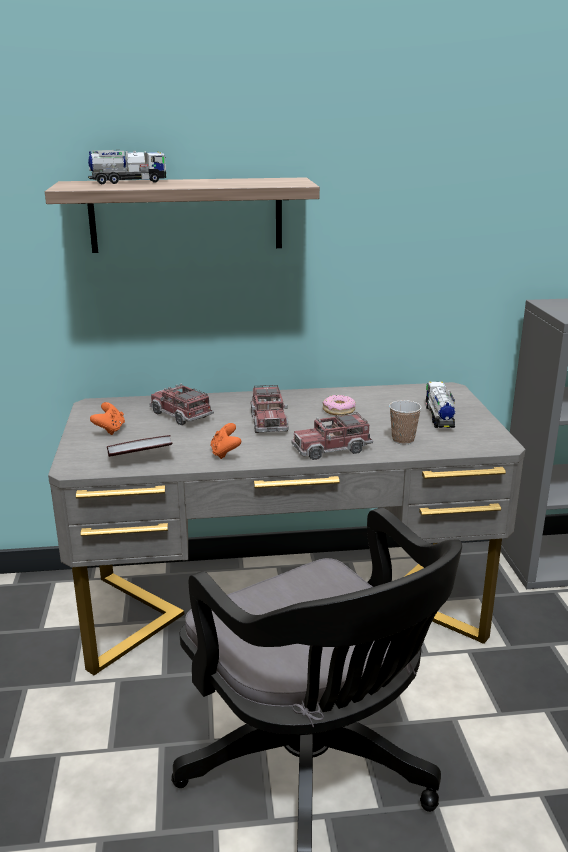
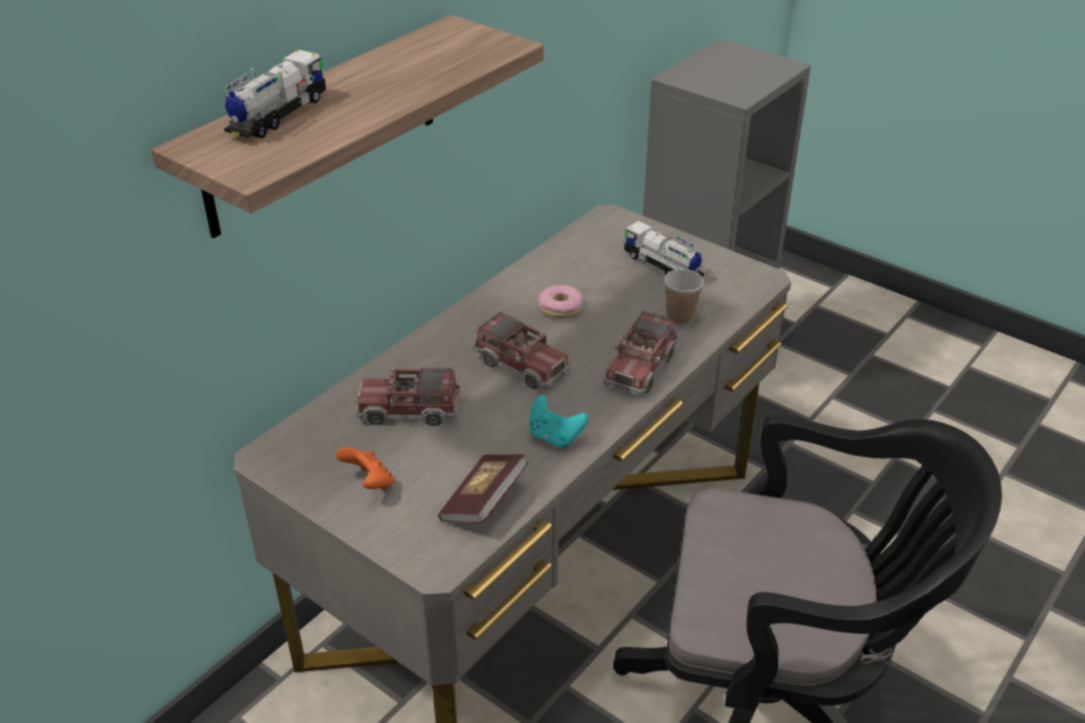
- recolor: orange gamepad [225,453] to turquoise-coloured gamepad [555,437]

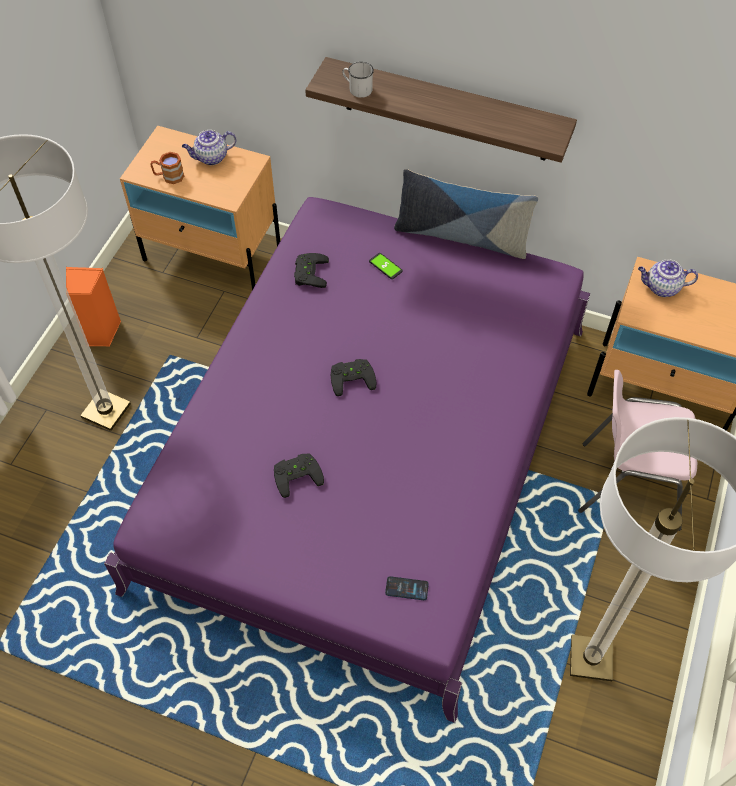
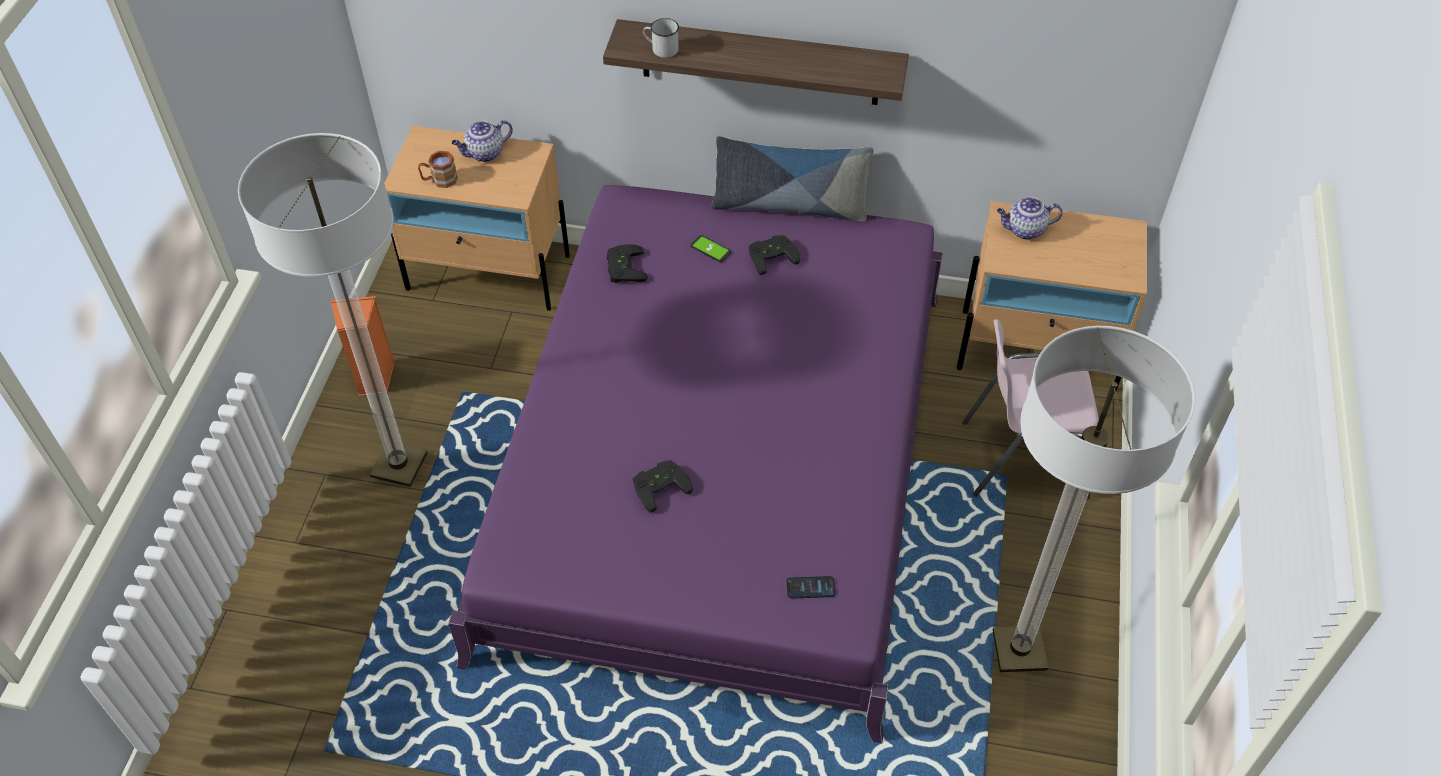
- move: black-coloured gamepad [352,377] to [771,255]

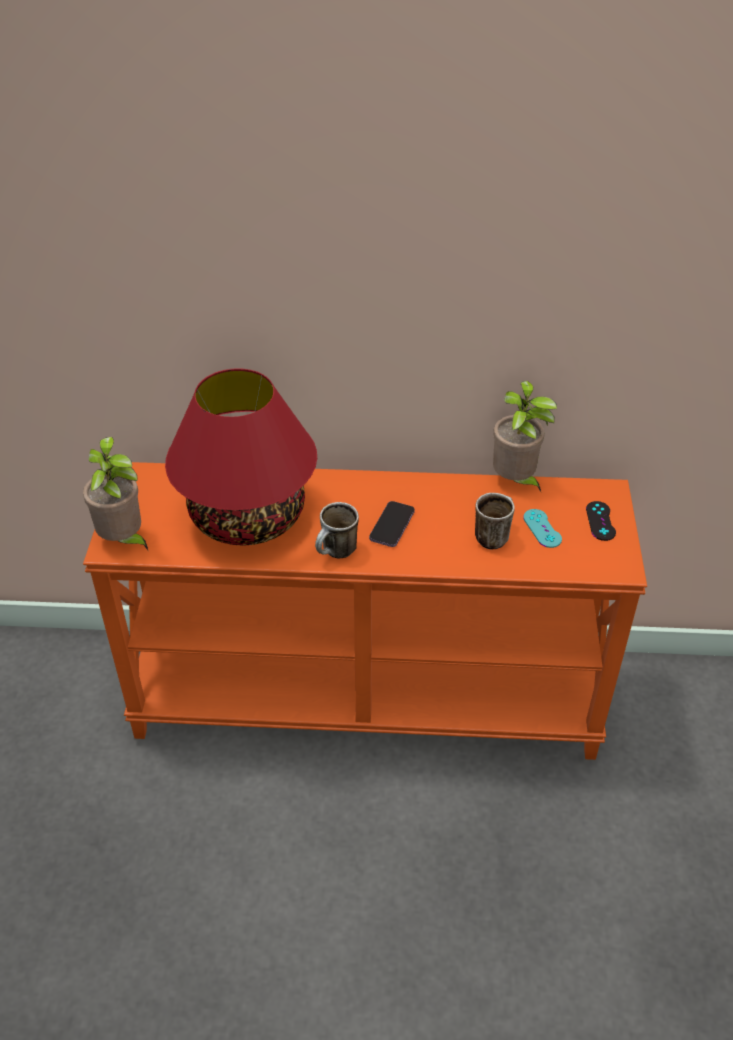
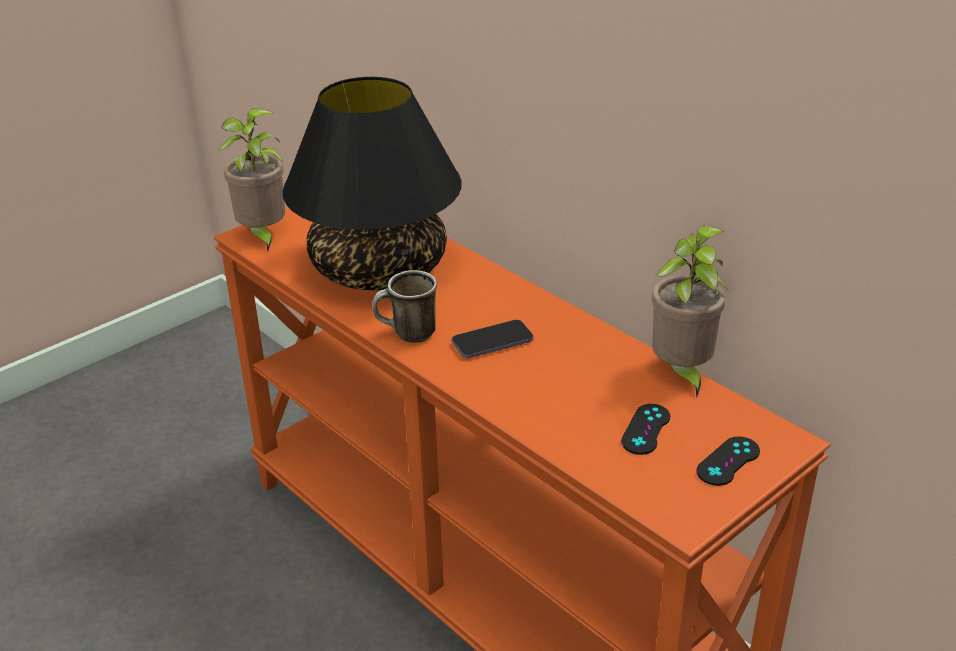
- recolor: red-coloured table lamp [247,518] to black-coloured table lamp [377,269]
- delete: tea mug [493,535]
- recolor: turquoise-coloured gamepad [542,528] to black-coloured gamepad [646,429]

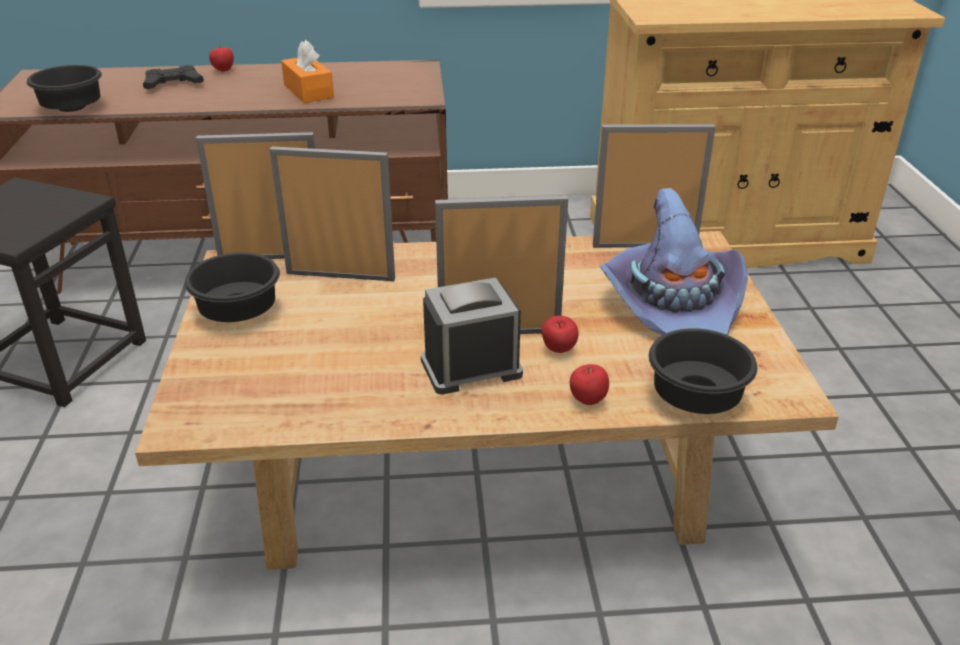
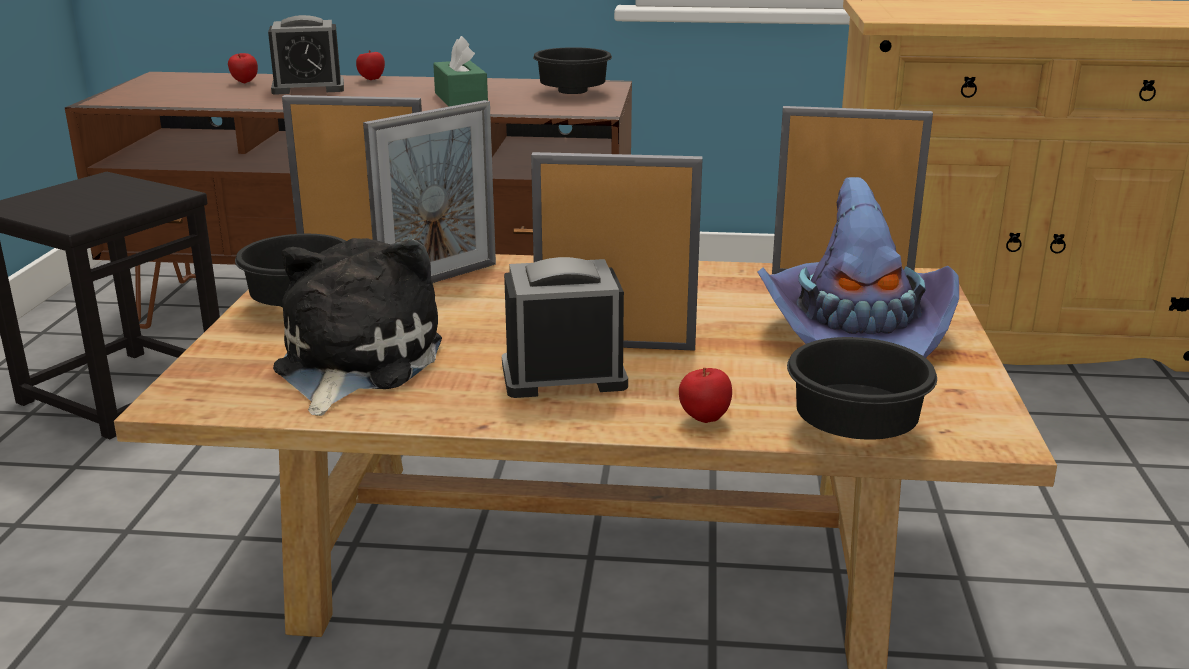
- move: black-coloured bowl [71,109] to [571,93]
- replace: black-coloured gamepad [173,84] to table clock [308,88]
- rotate: standing frame [340,276] = [438,279] 120 degrees clockwise
- recolor: orange tissue box [308,91] to greenish tissue box [461,99]
- move: apple [558,351] to [244,83]
- insert: cuddly toy [352,363]

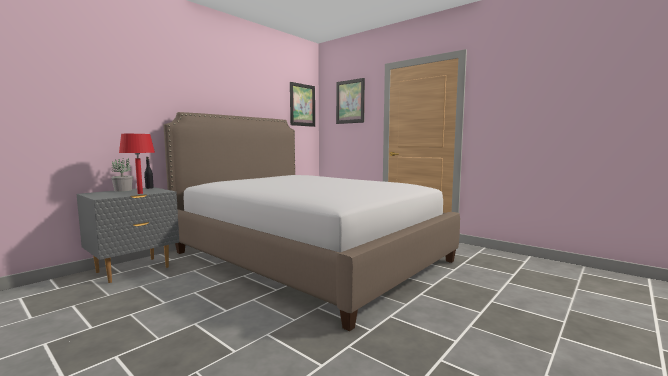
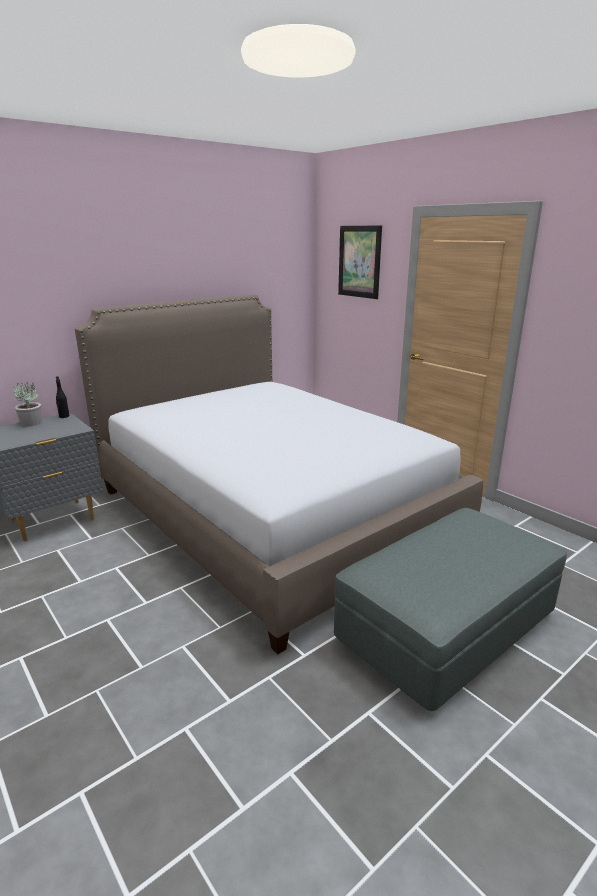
- delete: red-coloured table lamp [140,193]
- delete: picture [302,105]
- insert: greyish ottoman [446,627]

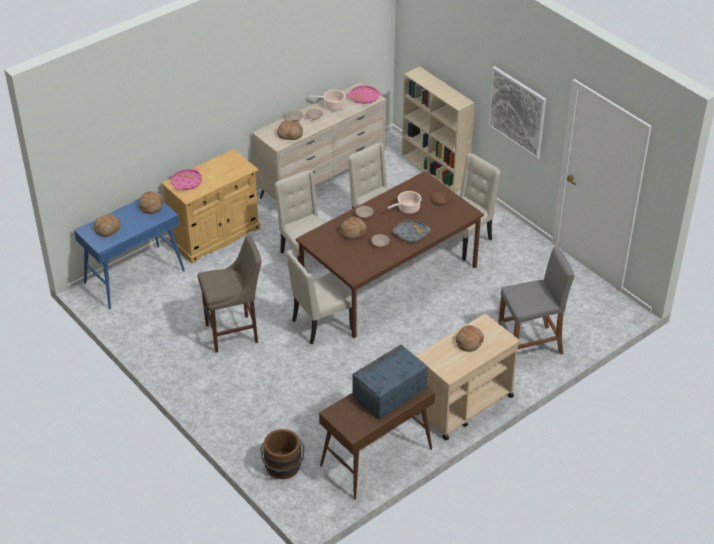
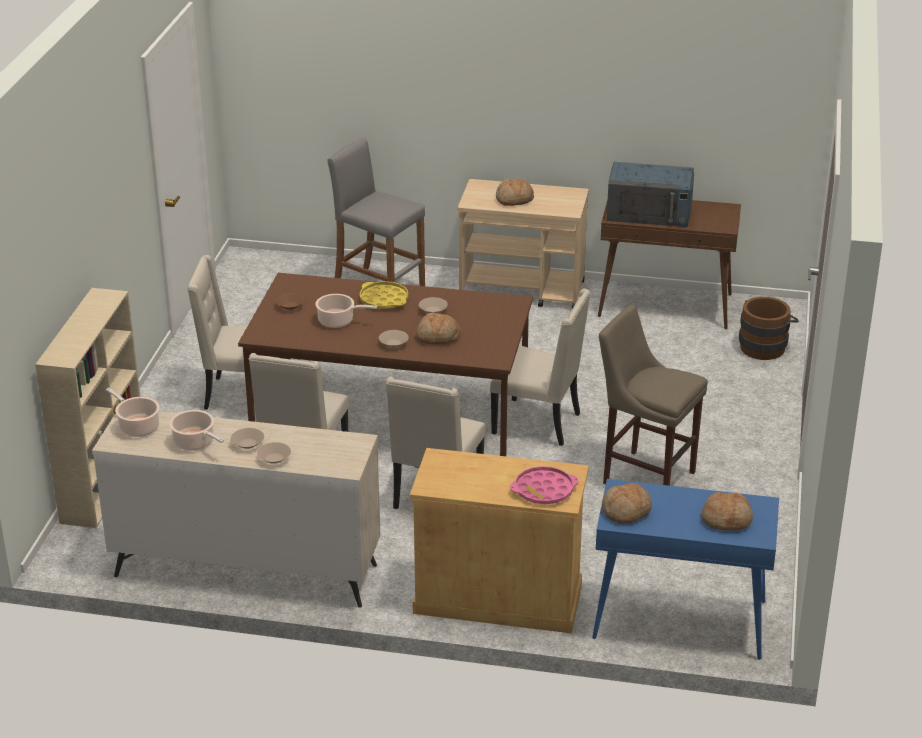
- delete: baked bread [290,134]
- replace: pink tray [364,97] to cooking pot [137,426]
- recolor: greyish tray [411,233] to yellowish tray [384,300]
- delete: picture [517,112]

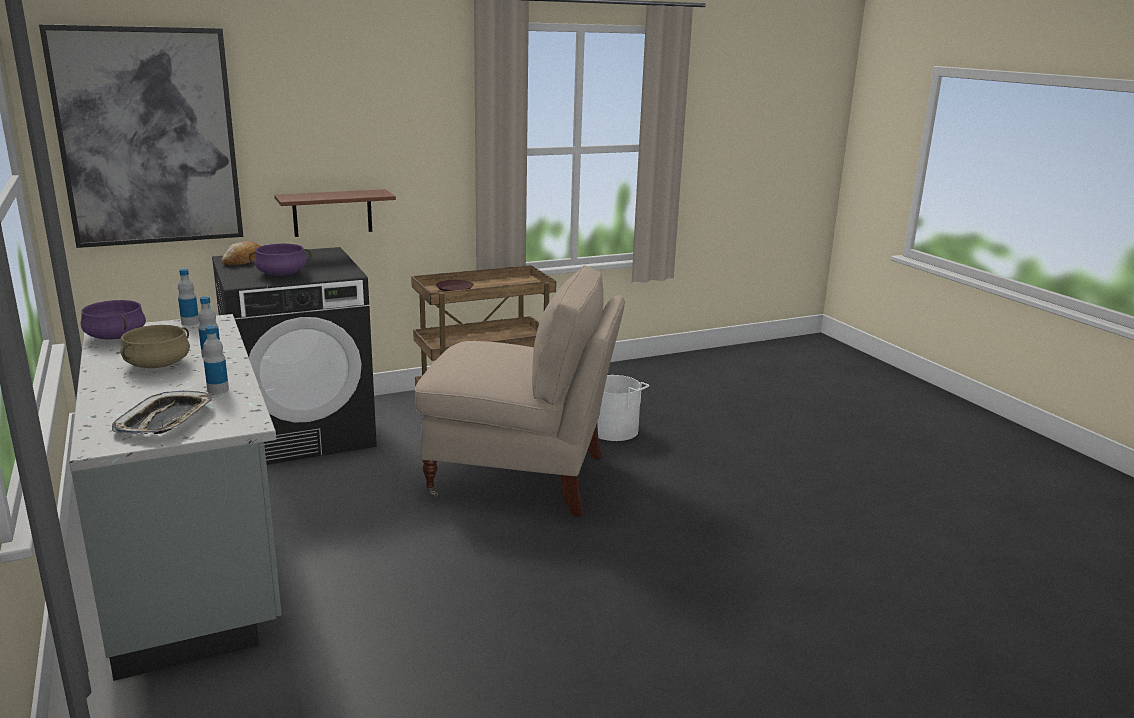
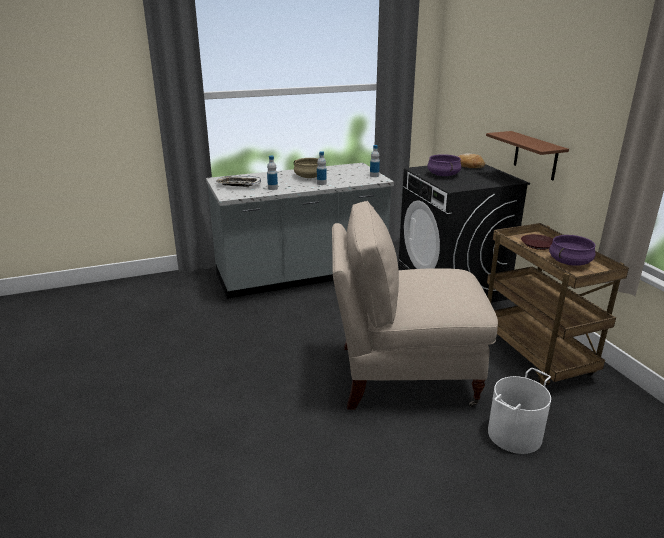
- delete: picture [148,137]
- move: purple-coloured cooking pot [116,336] to [570,262]
- rotate: beige-coloured upright chair [521,476] = [403,374] 75 degrees clockwise

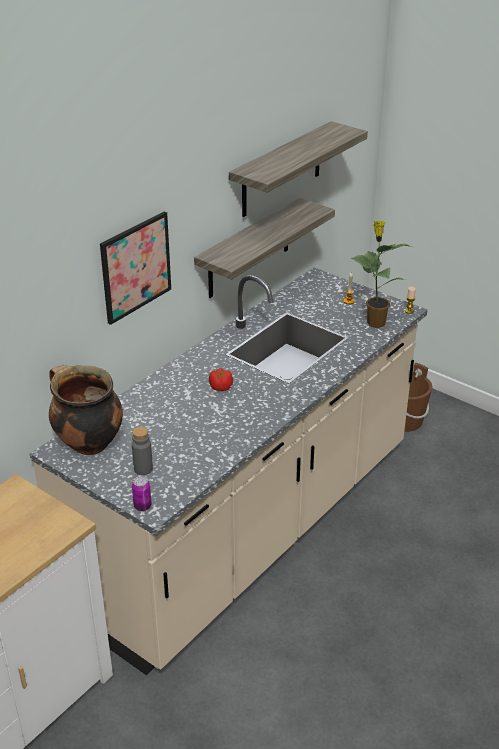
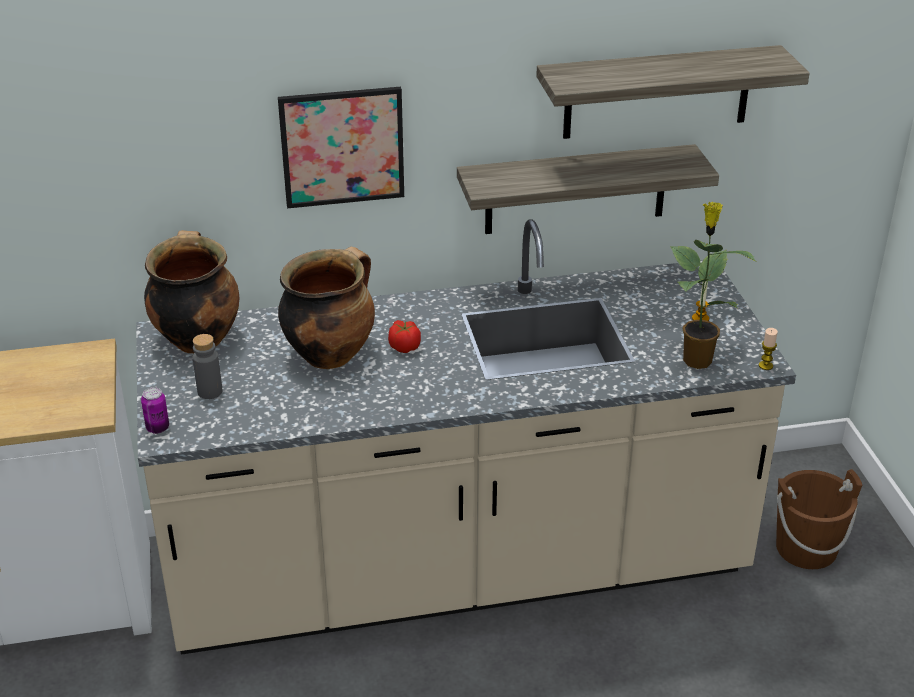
- insert: cooking pot [330,354]

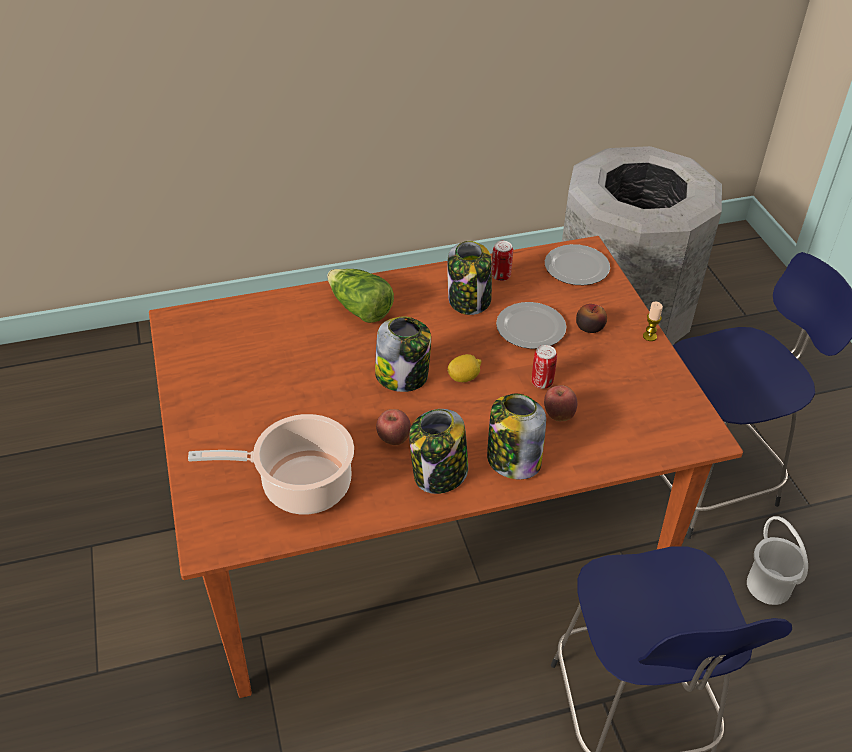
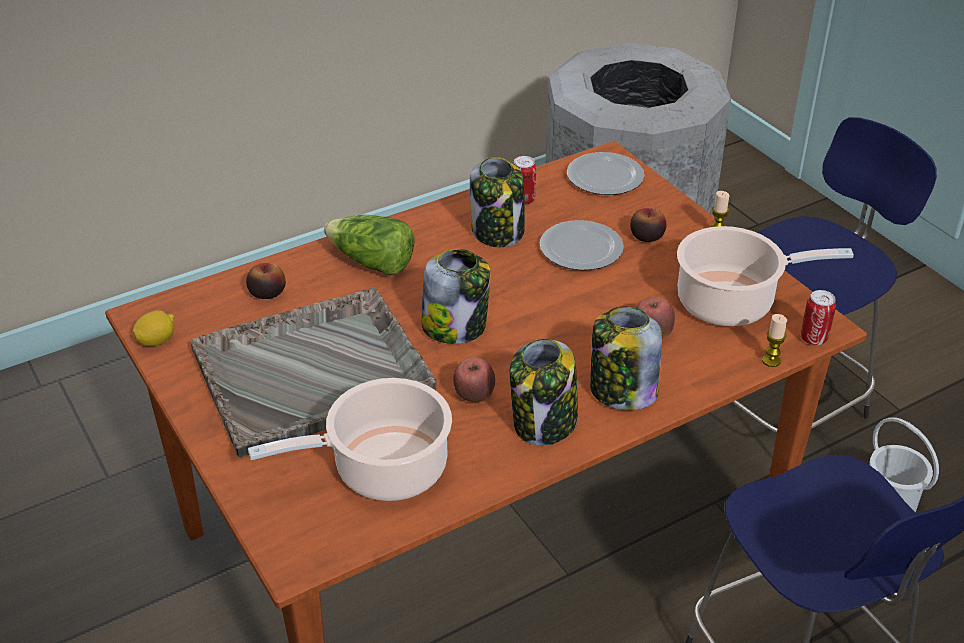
- move: citrus fruit [464,377] to [157,340]
- move: metal can [542,382] to [813,338]
- insert: greyish tray [314,372]
- insert: apple [267,292]
- insert: cooking pot [732,302]
- insert: candle [771,360]

